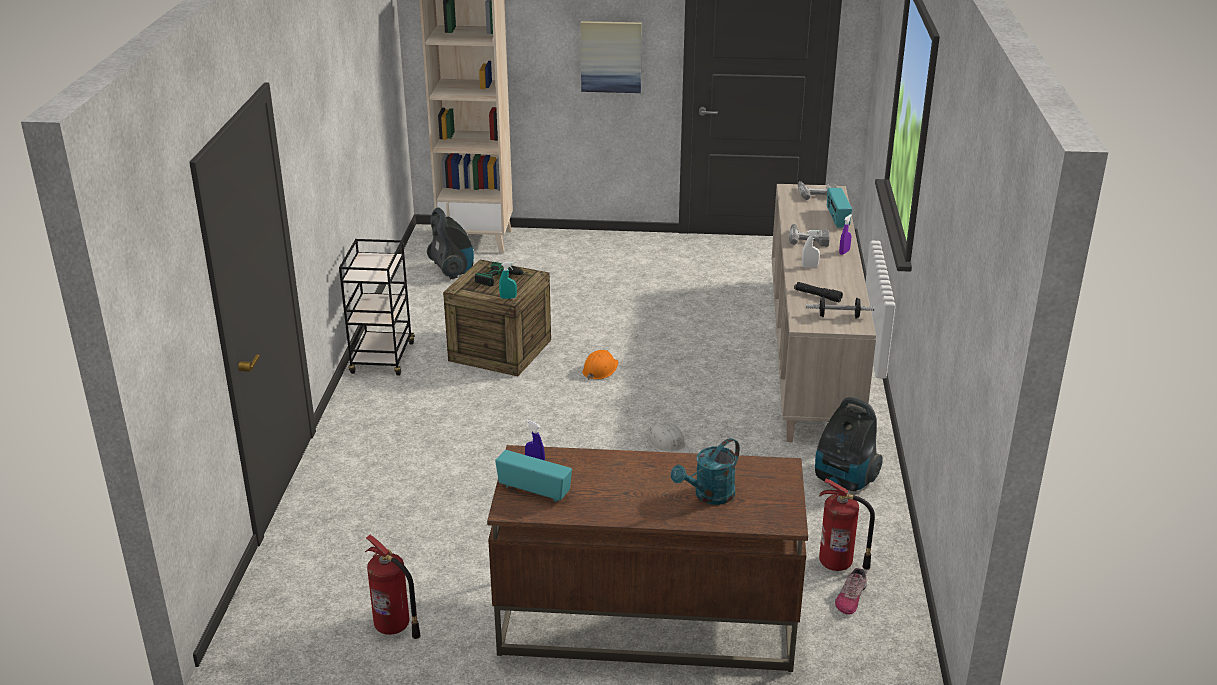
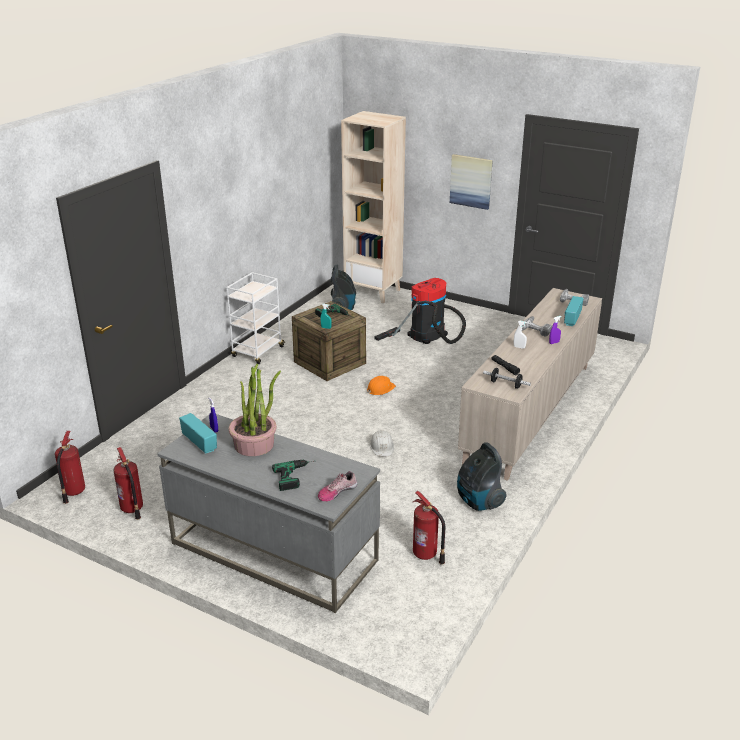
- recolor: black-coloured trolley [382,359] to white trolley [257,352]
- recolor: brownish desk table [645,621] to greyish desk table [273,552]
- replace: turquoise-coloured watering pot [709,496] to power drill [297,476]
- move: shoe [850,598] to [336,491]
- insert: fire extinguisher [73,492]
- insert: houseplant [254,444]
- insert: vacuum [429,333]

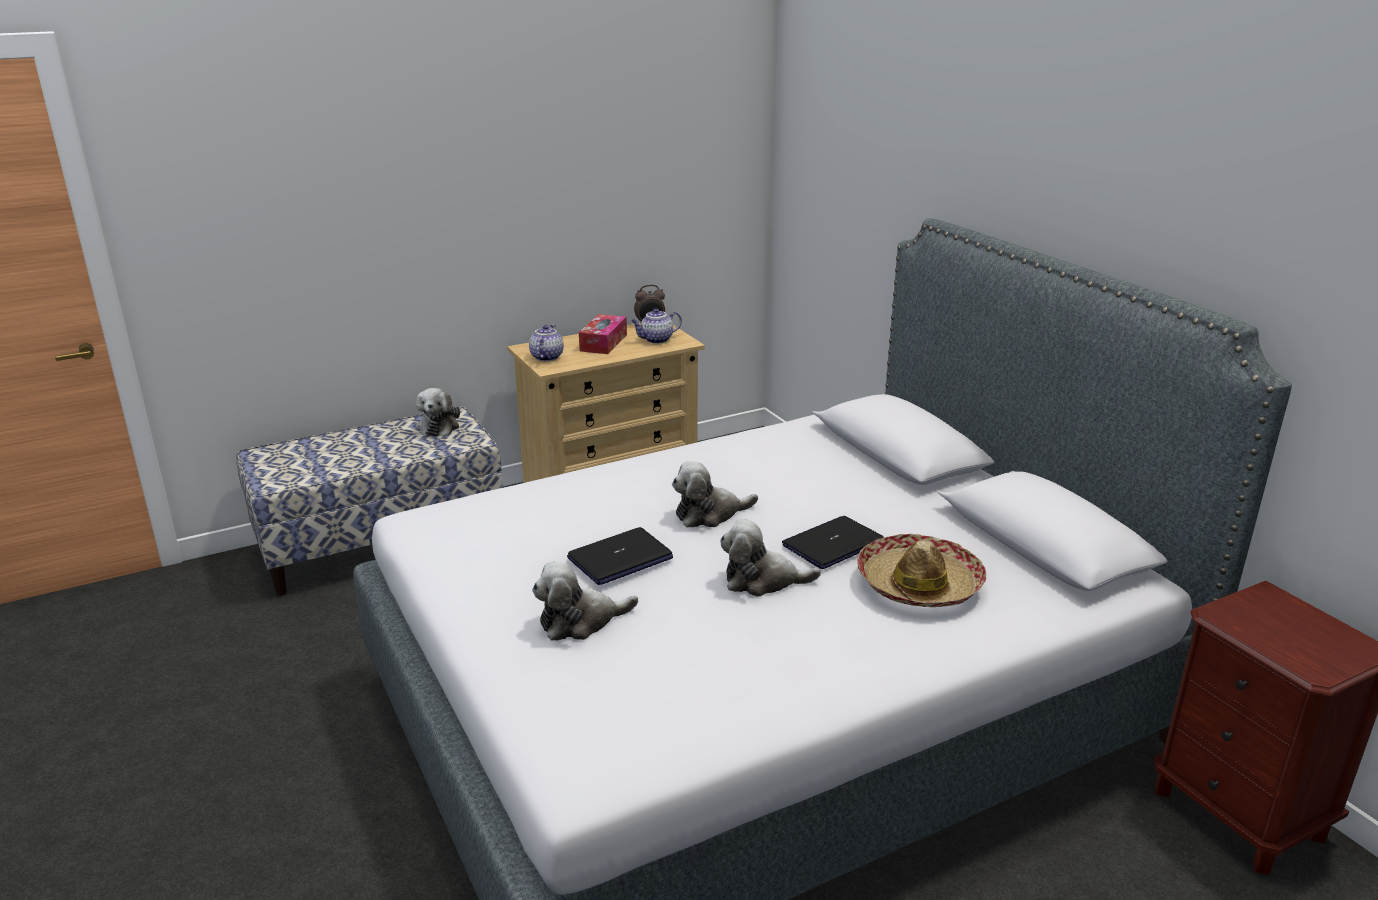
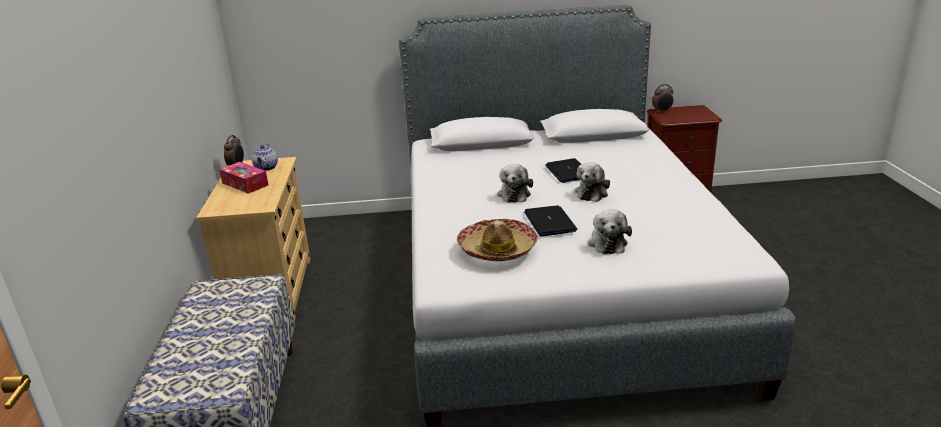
- delete: cuddly toy [439,426]
- delete: tea pot [546,357]
- move: clothing hat [918,584] to [497,249]
- insert: table clock [662,111]

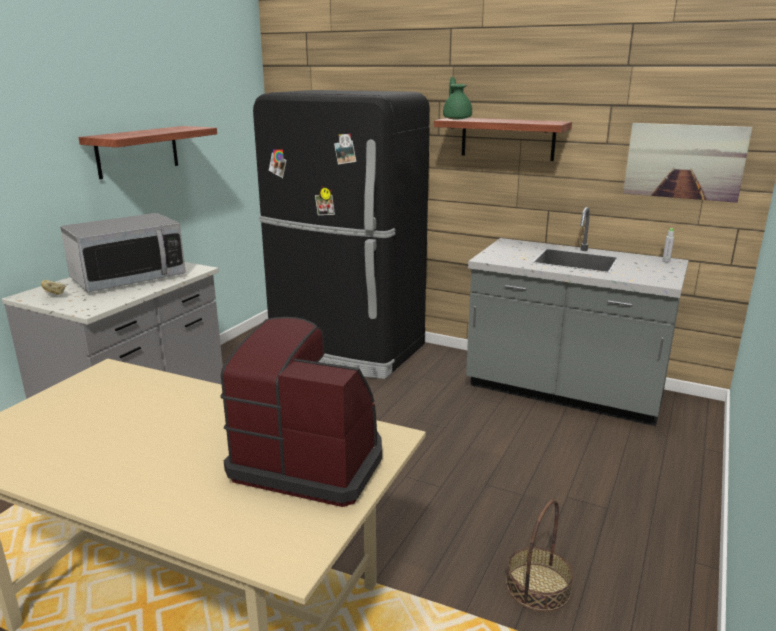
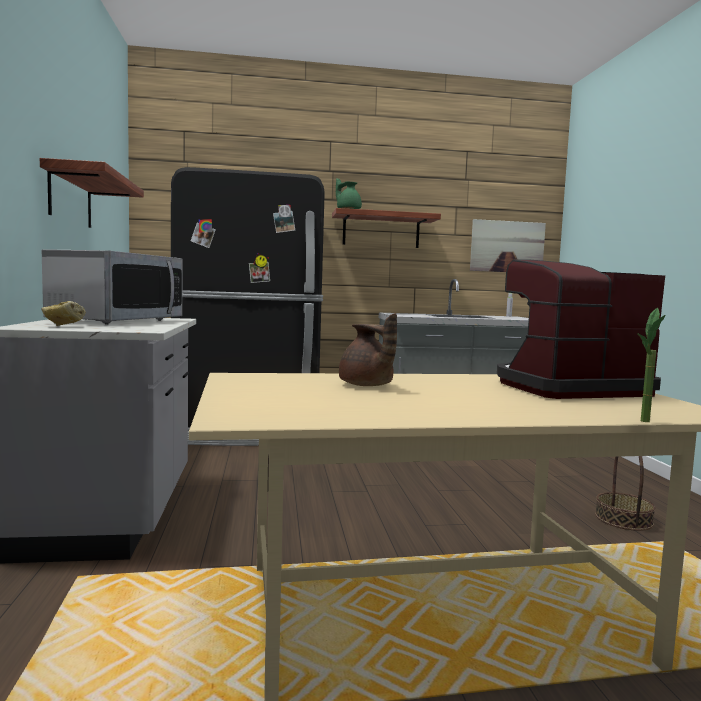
- insert: brownish tea pot [367,385]
- insert: houseplant [645,423]

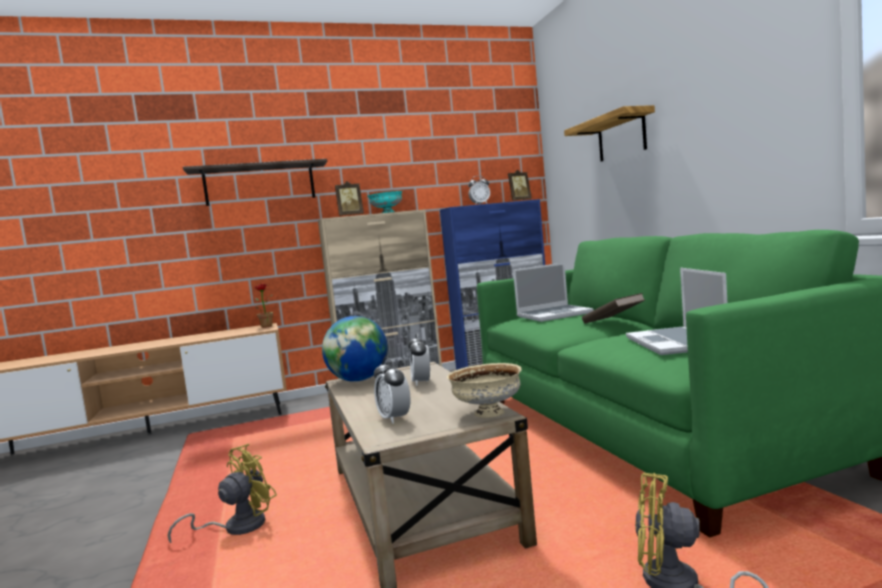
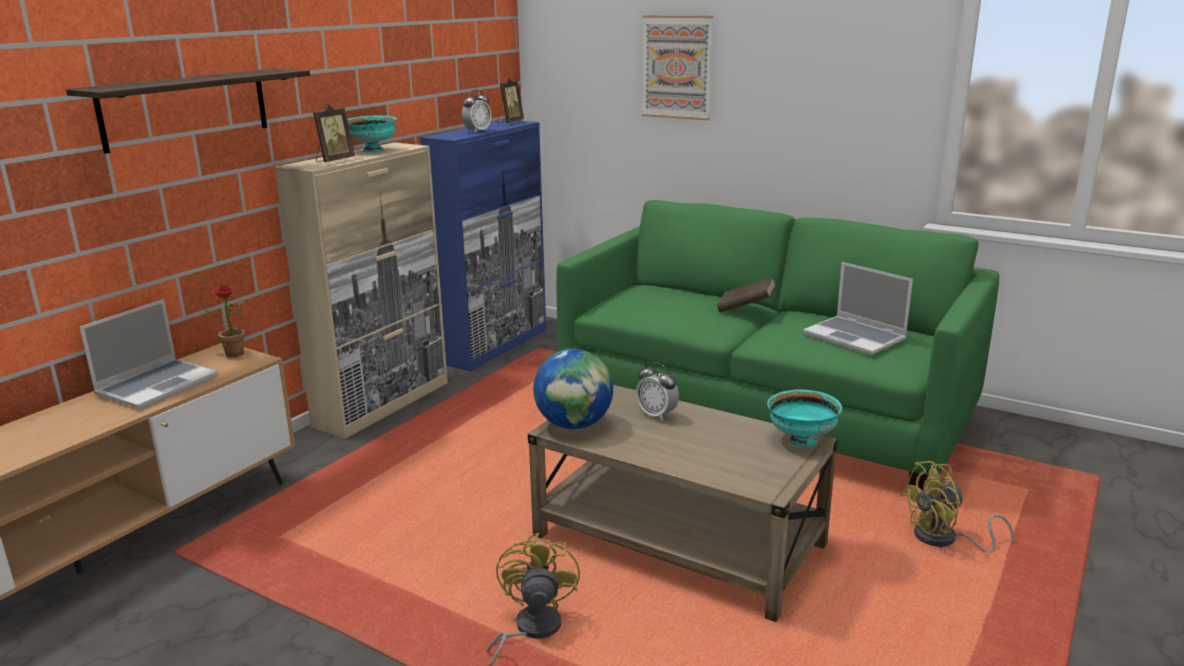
- delete: table clock [394,418]
- recolor: beige-coloured bowl [487,413] to turquoise-coloured bowl [801,441]
- move: notebook computer [554,314] to [158,385]
- replace: wall shelf [621,137] to picture [677,67]

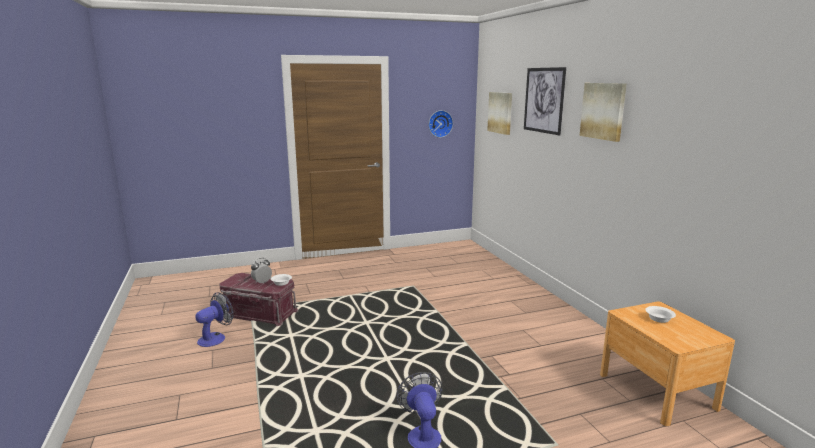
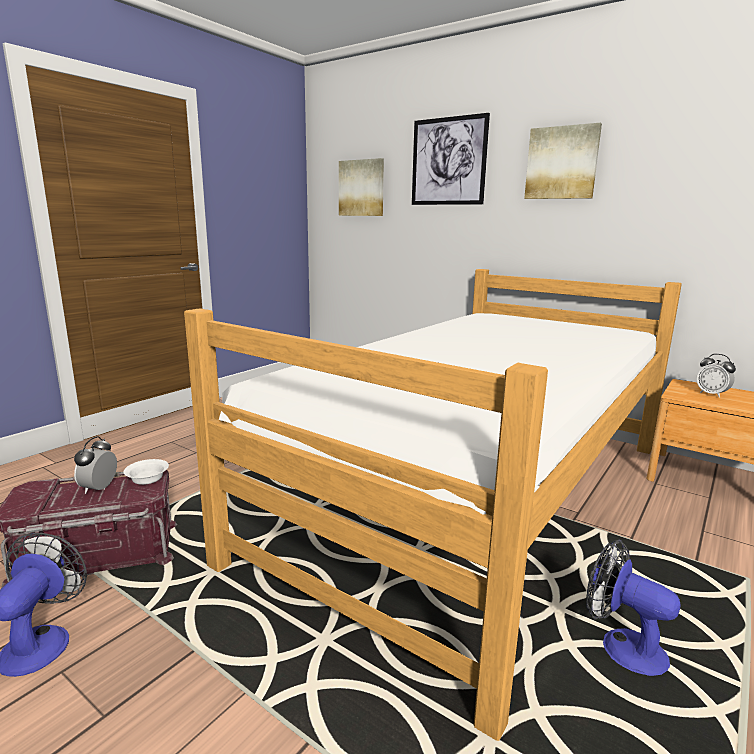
- delete: wall clock [440,123]
- replace: white bowl [660,319] to table clock [711,394]
- insert: sleeping bed [478,496]

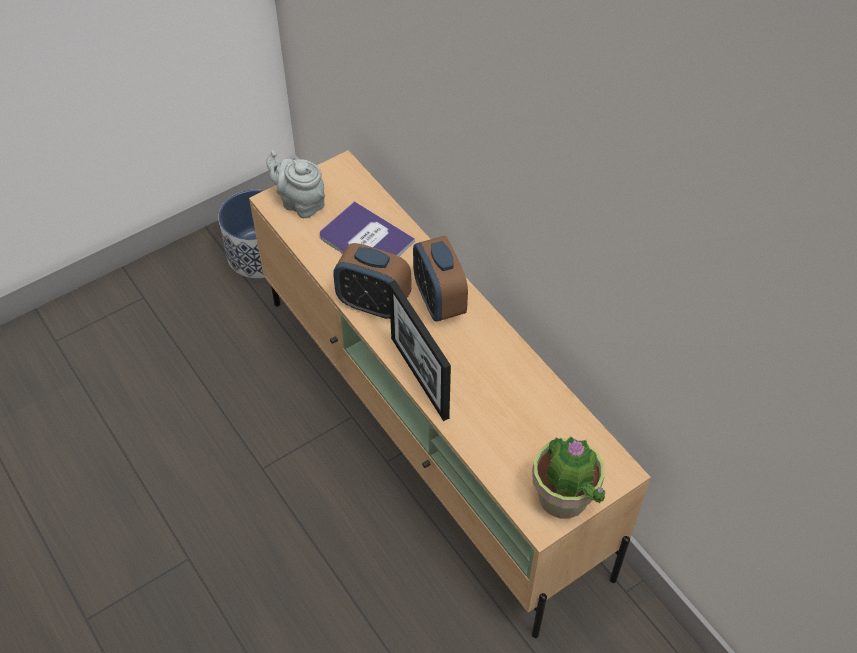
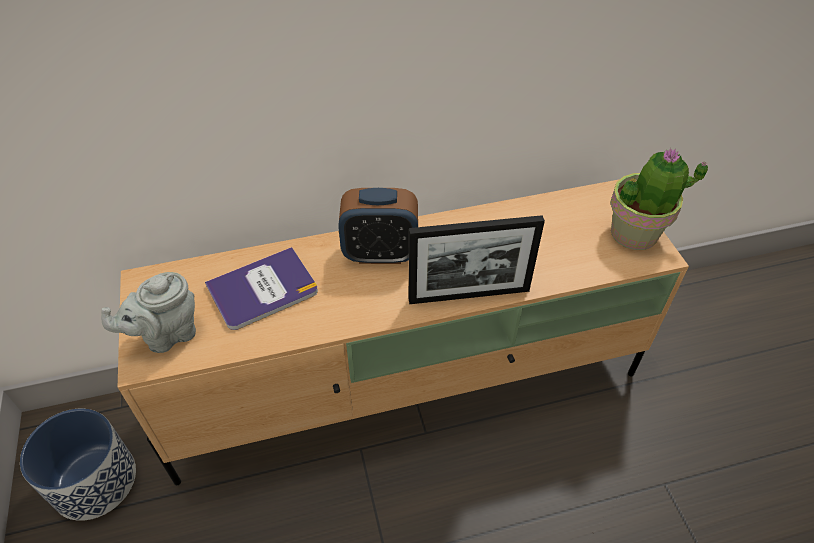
- delete: table clock [373,304]

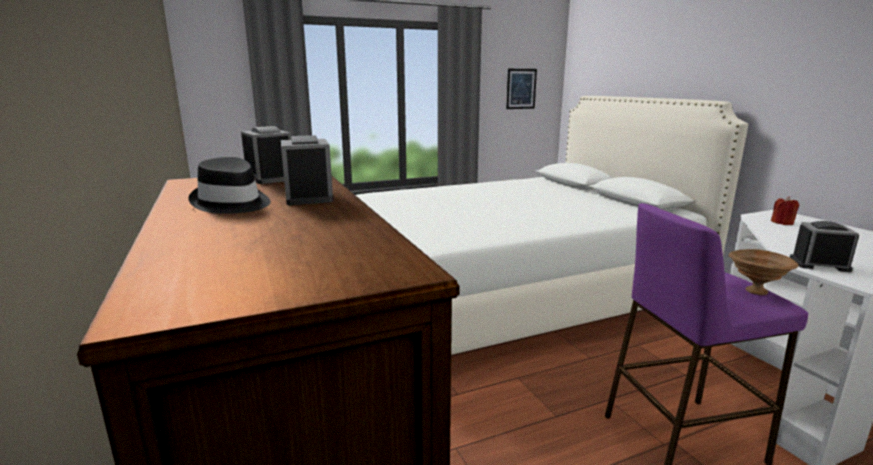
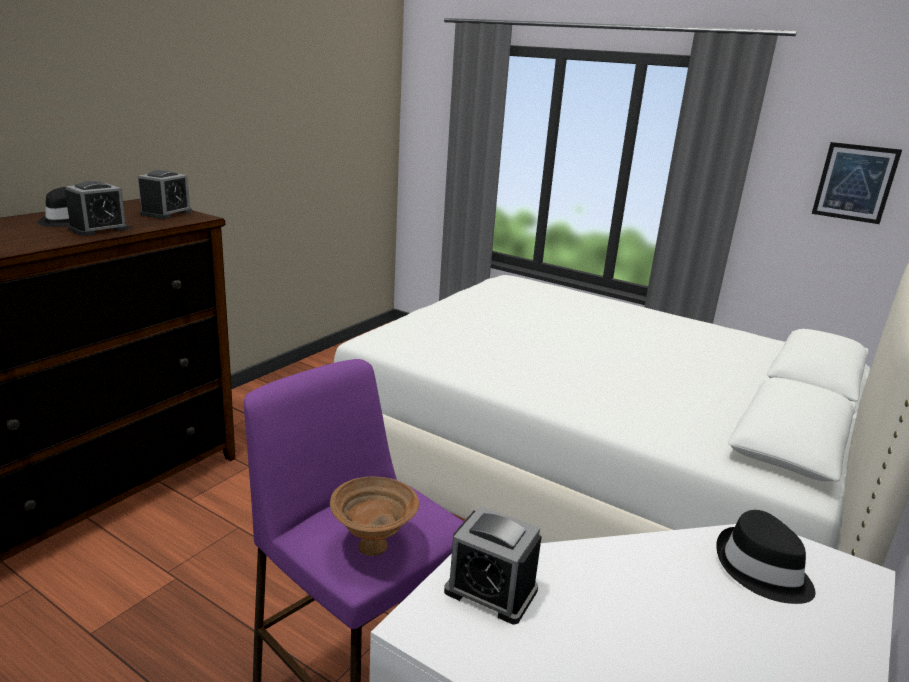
- replace: red-coloured candle [782,223] to black-coloured clothing hat [761,570]
- rotate: table clock [819,264] = [491,591] 135 degrees clockwise

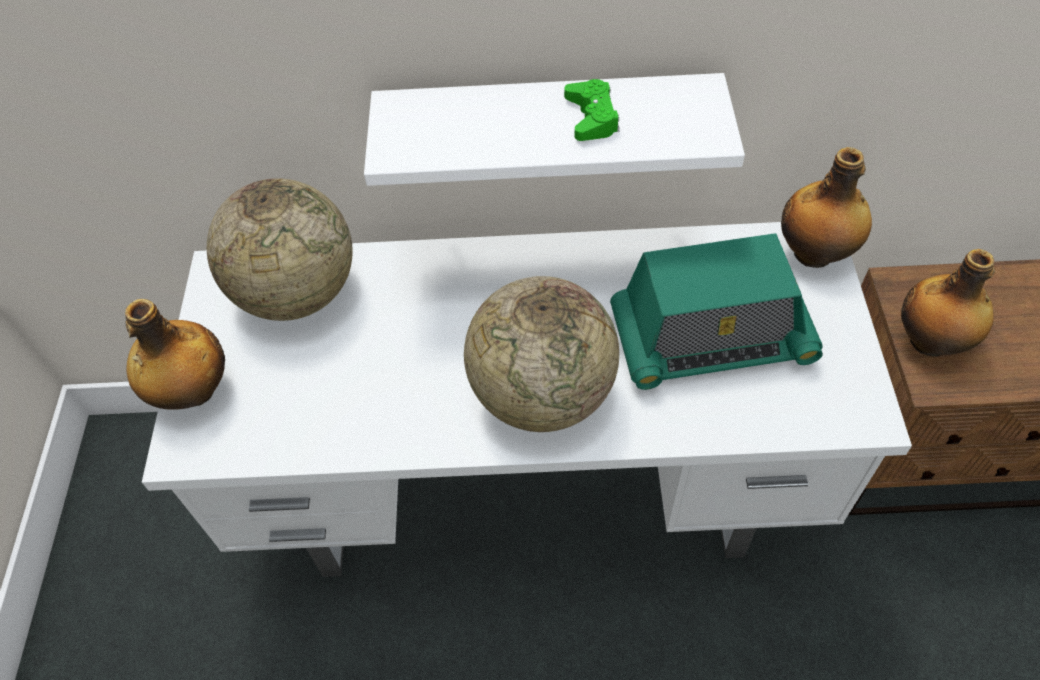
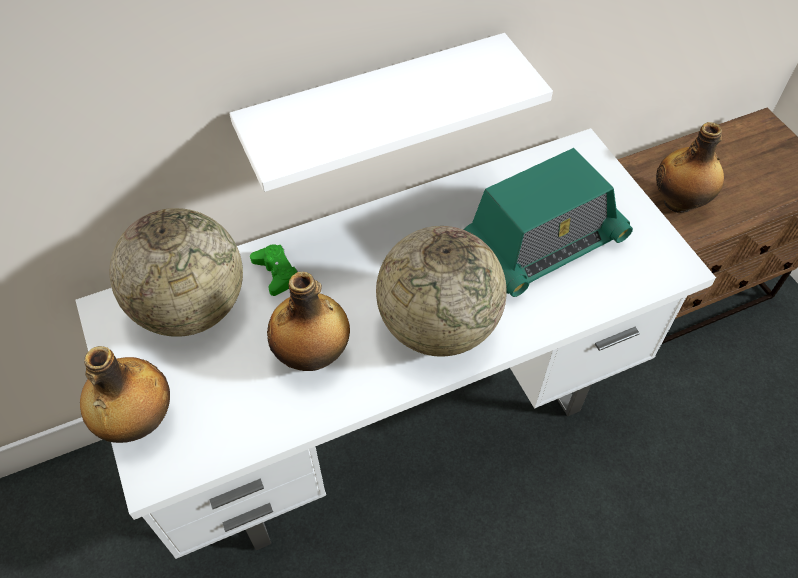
- move: greenish gamepad [592,117] to [276,273]
- move: bottle [815,254] to [313,355]

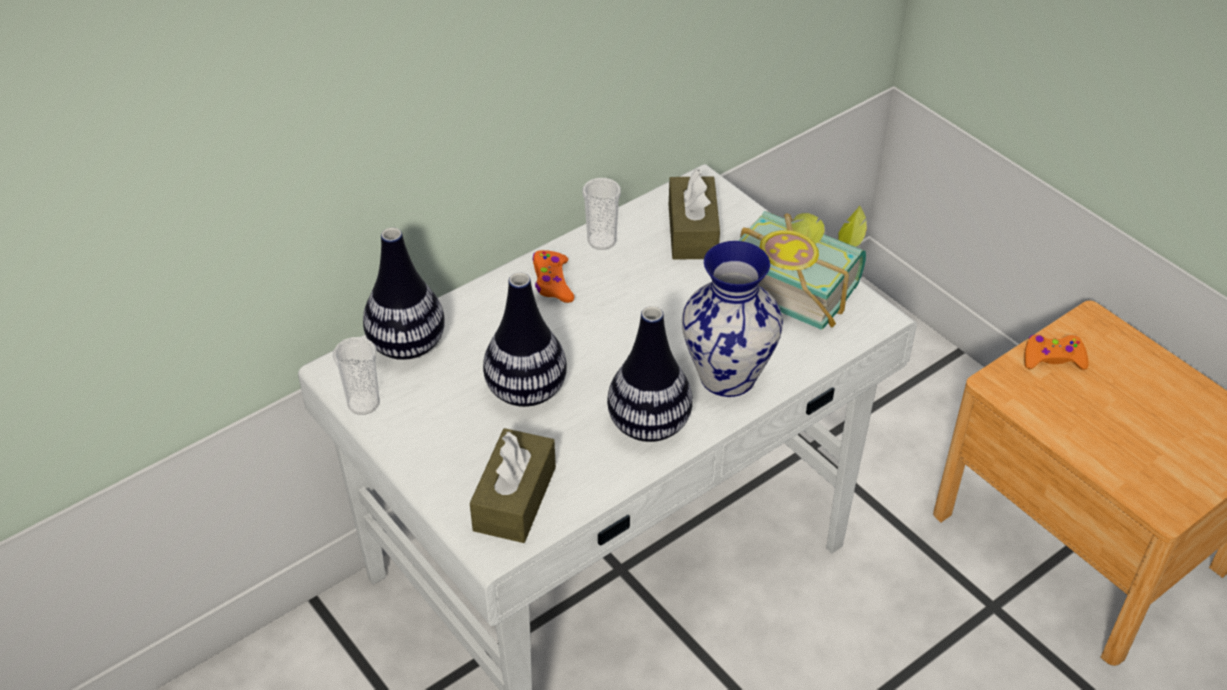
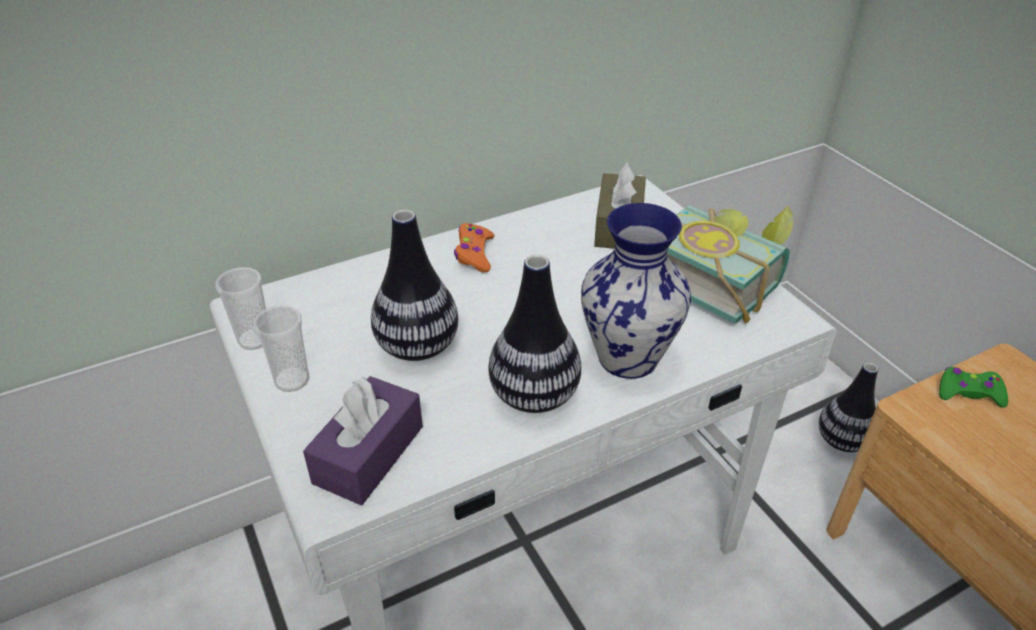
- move: vase [407,345] to [842,441]
- recolor: brownish tissue box [515,498] to purple-coloured tissue box [369,454]
- move: drinking cup [602,241] to [292,380]
- recolor: orange gamepad [1052,358] to greenish gamepad [968,393]

